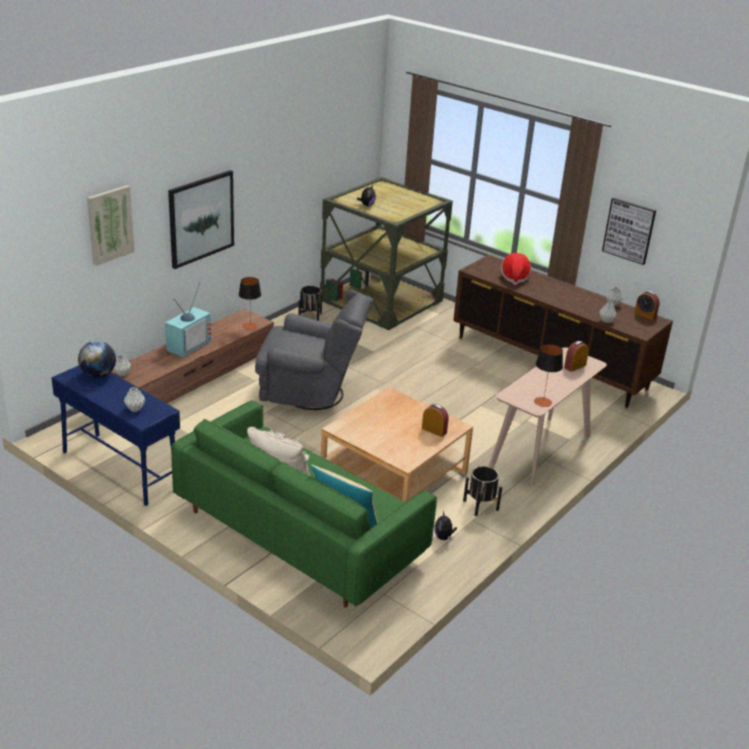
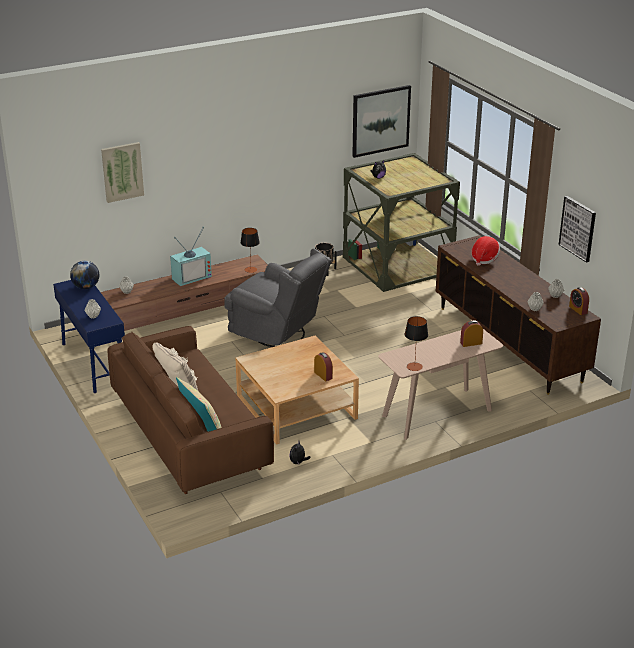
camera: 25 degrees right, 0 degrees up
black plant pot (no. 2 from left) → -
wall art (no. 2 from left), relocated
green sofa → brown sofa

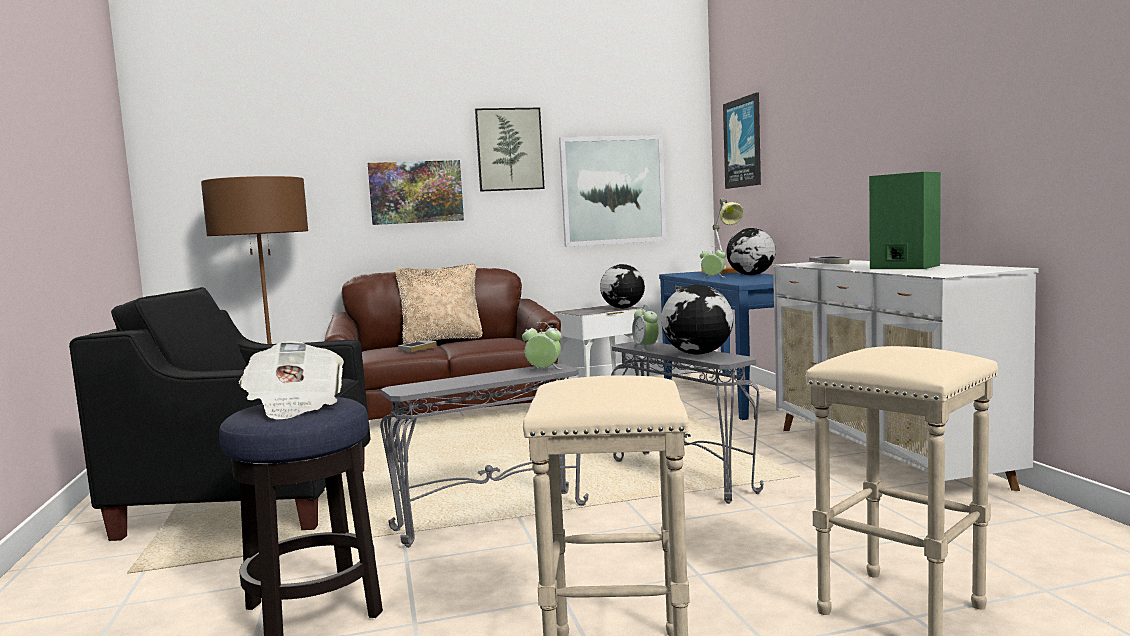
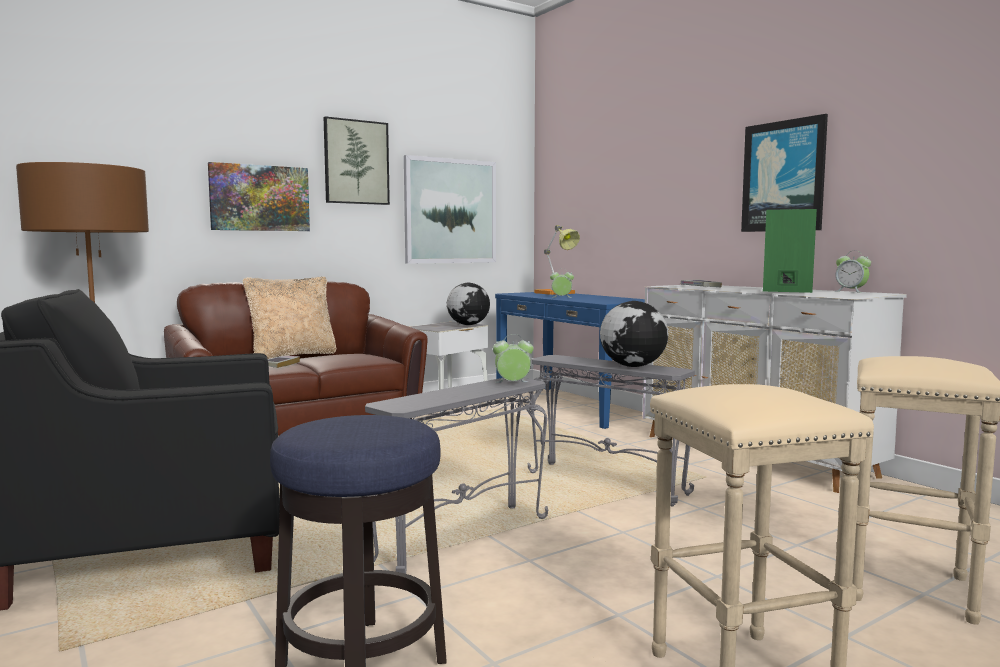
camera: 20 degrees left, 0 degrees up
daily paper → -
desk globe (no. 3 from left) → -
bedside clock (no. 2 from left in the first image) → bedside clock (no. 3 from left), relocated
wall art (no. 4 from left), relocated

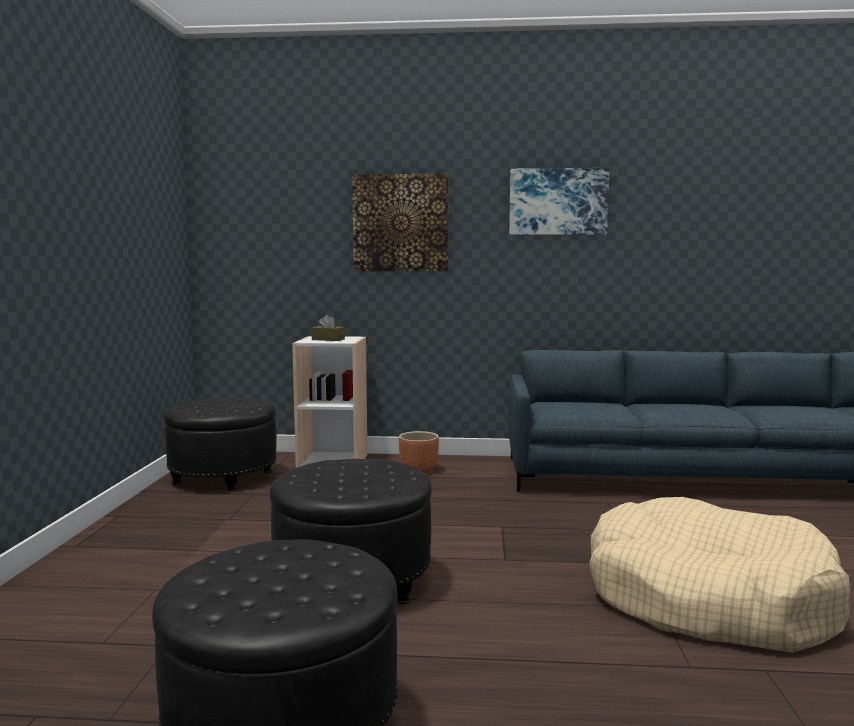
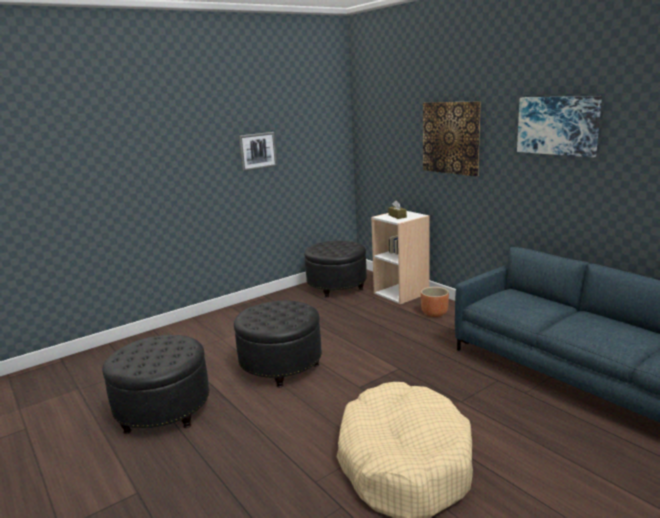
camera: 50 degrees right, 10 degrees up
- → wall art (no. 1 from left)

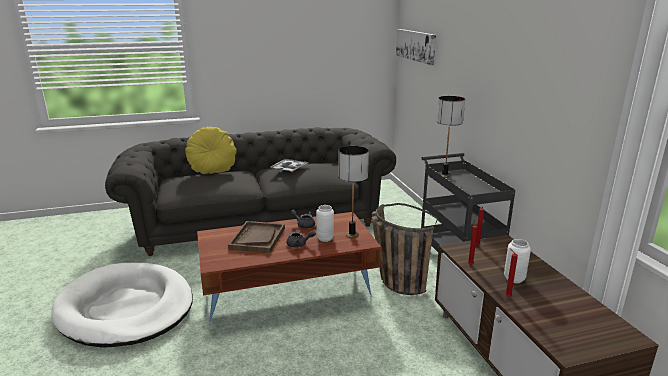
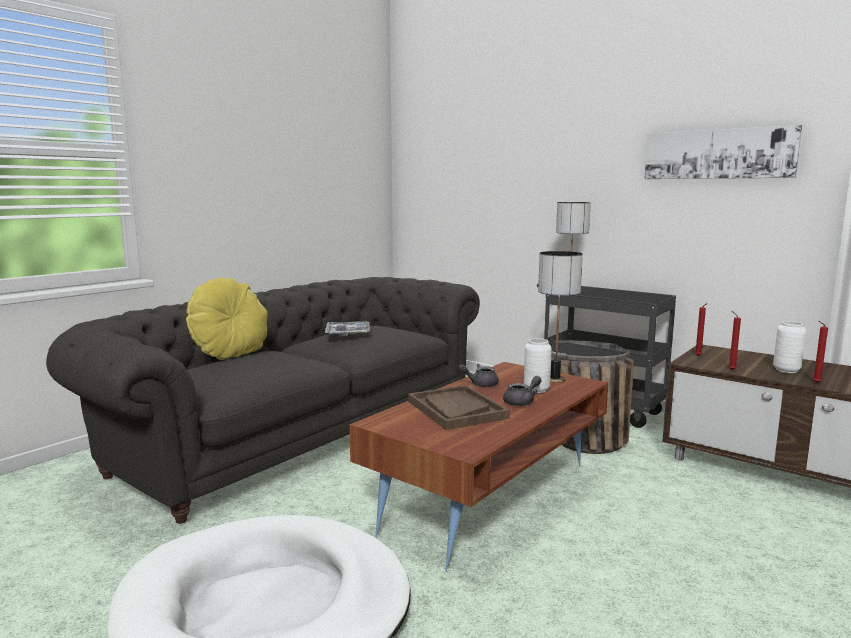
camera: 35 degrees left, 10 degrees down
wall art, relocated

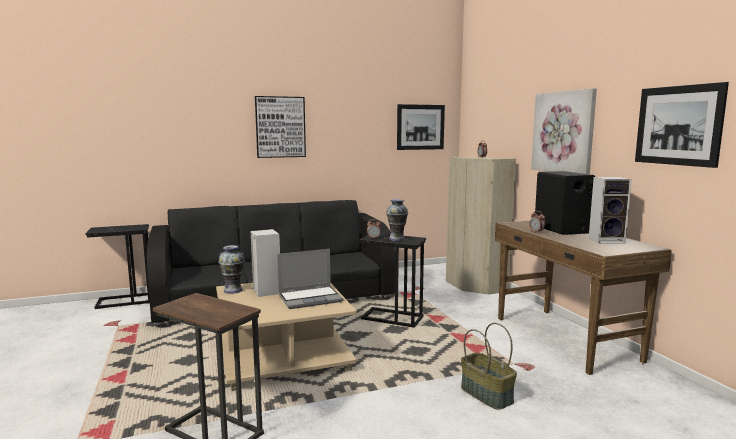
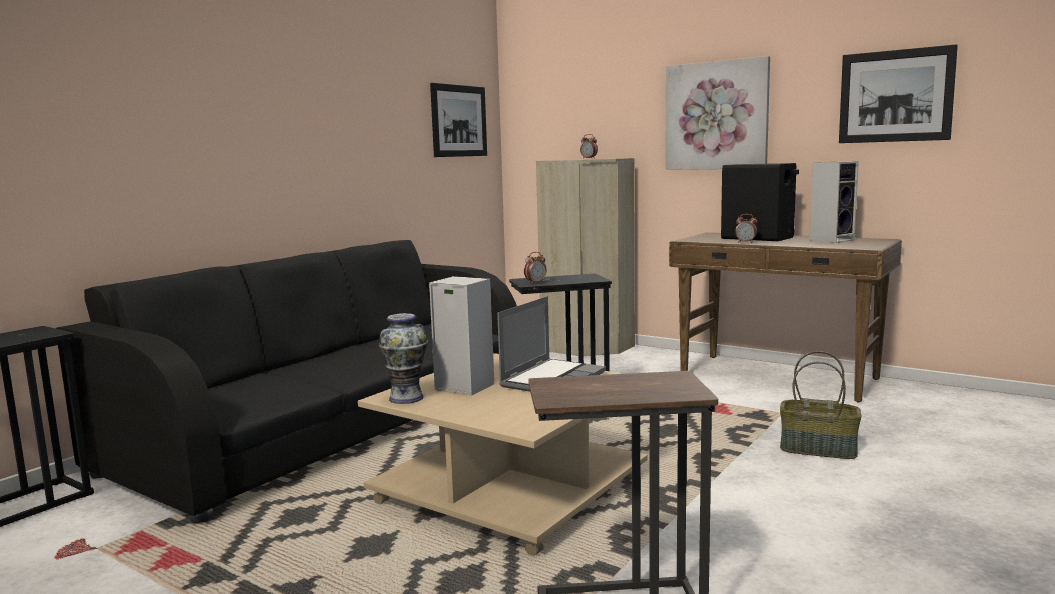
camera: 35 degrees left, 0 degrees up
wall art (no. 1 from left) → -
vase (no. 2 from left) → -

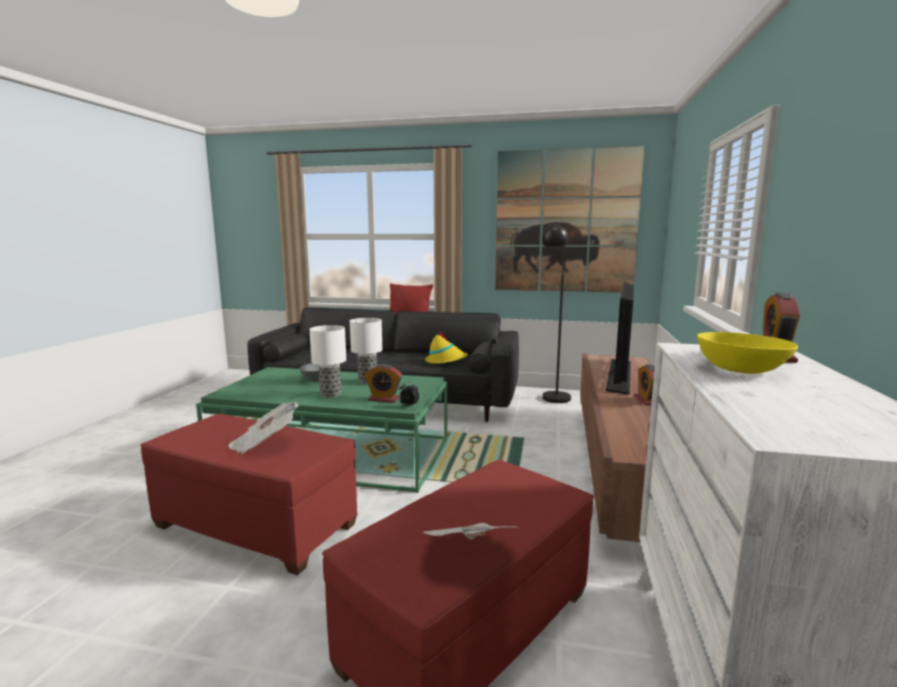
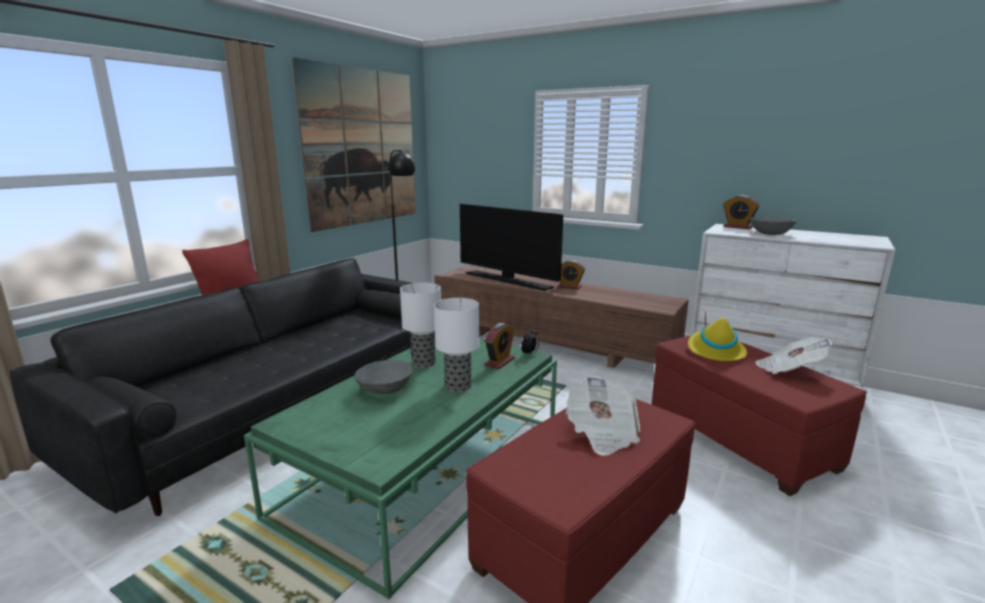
camera: 70 degrees left, 5 degrees up
yellow wearable hat, relocated
yellow bowl → greyish bowl (no. 2 from left)

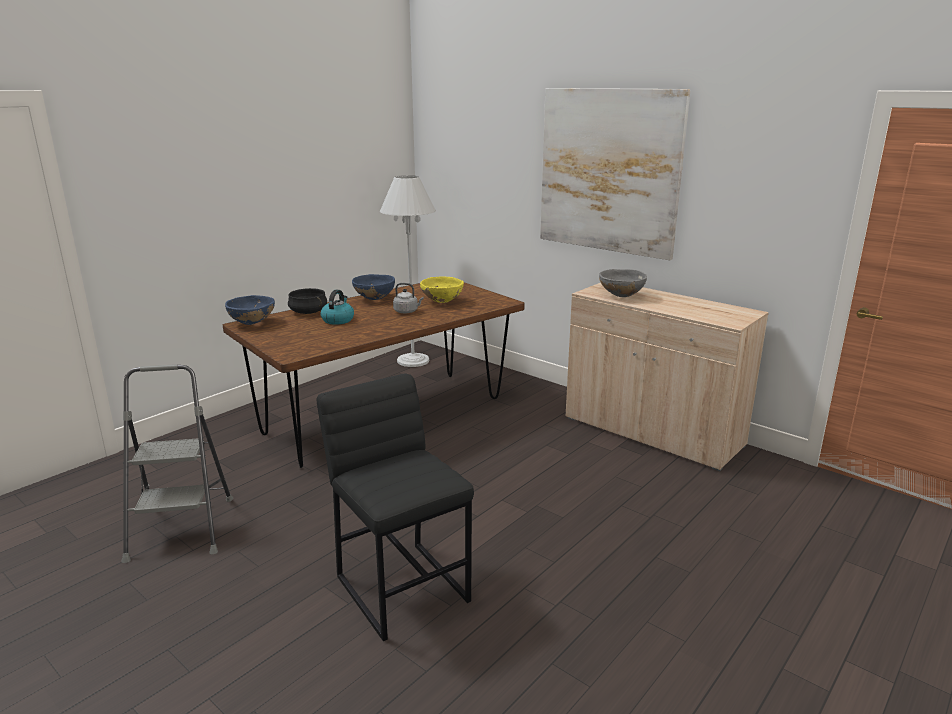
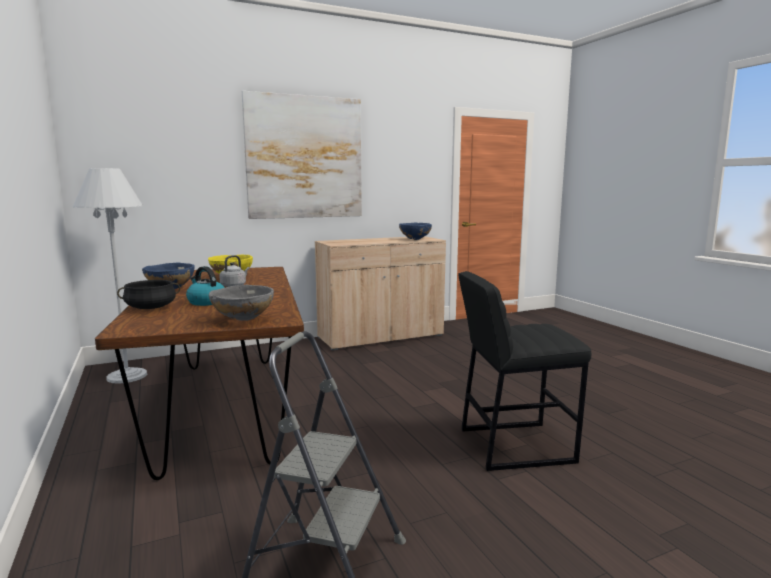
camera: 65 degrees left, 10 degrees down
blue bowl (no. 1 from left in the first image) → blue bowl (no. 2 from left), relocated
greyish bowl, relocated

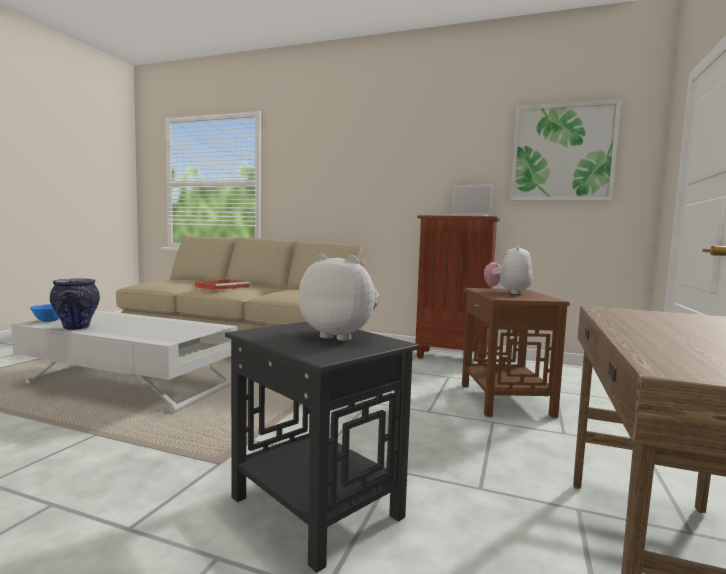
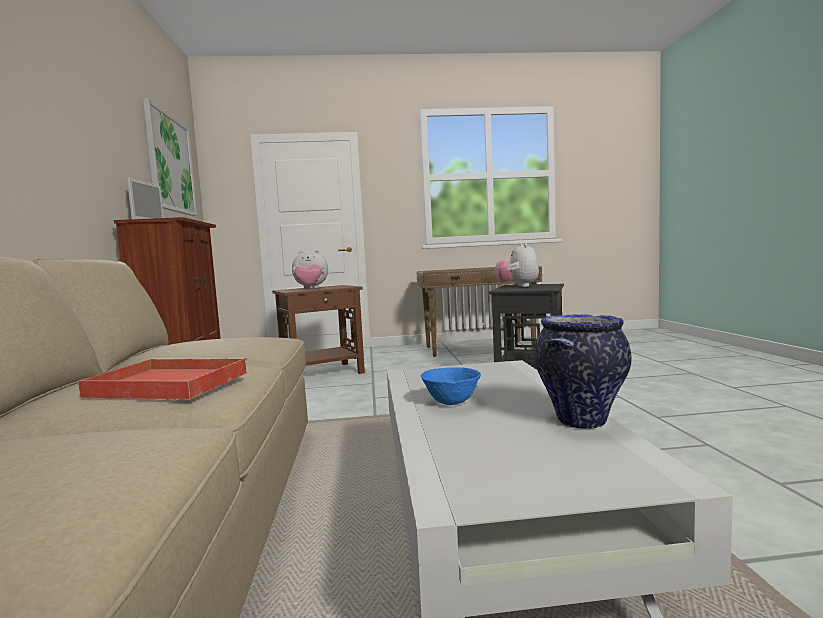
camera: 115 degrees left, 0 degrees up
blue bowl, relocated

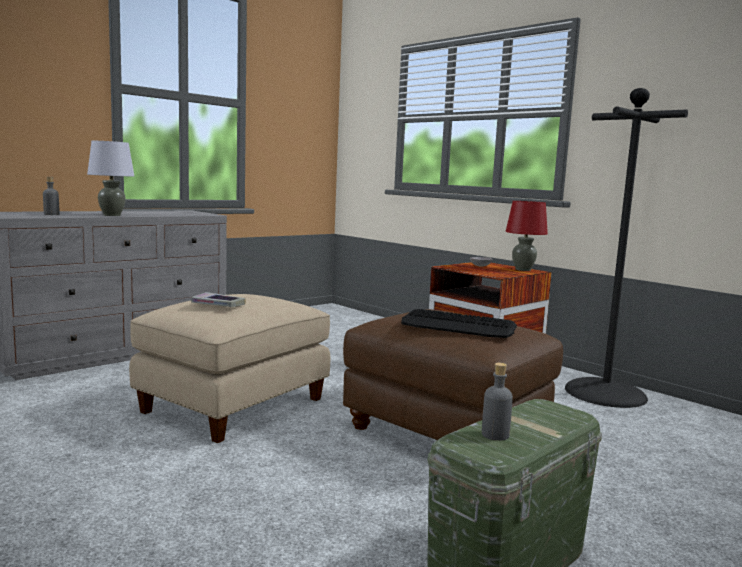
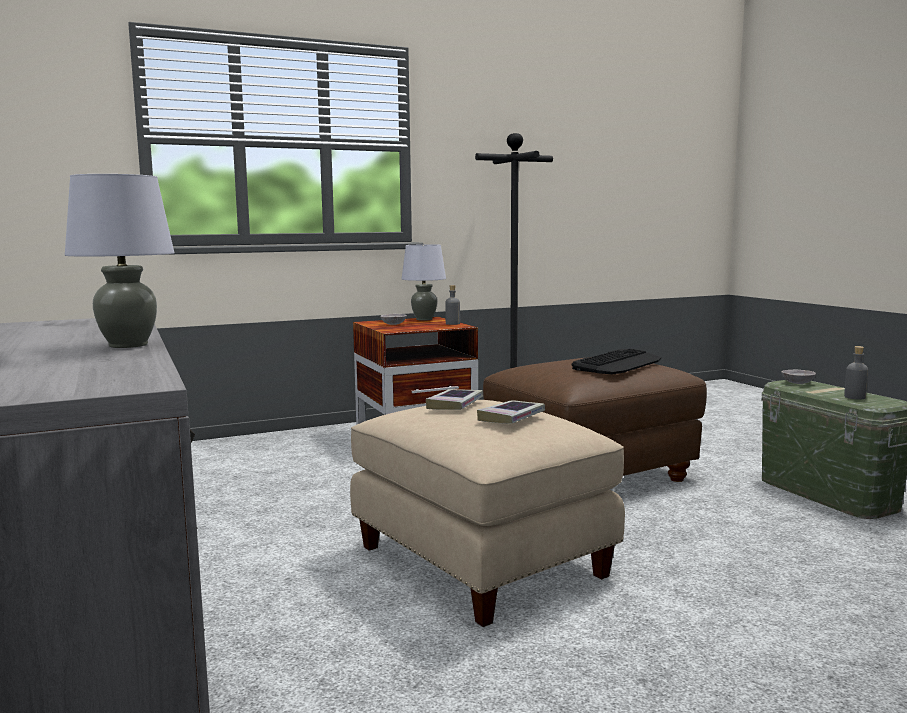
camera: 70 degrees left, 0 degrees up
- → bound book (no. 1 from left)
- → greyish bowl (no. 2 from left)
greyish drink bottle (no. 1 from left), relocated
red lamp for a table → greyish lamp for a table (no. 2 from left)

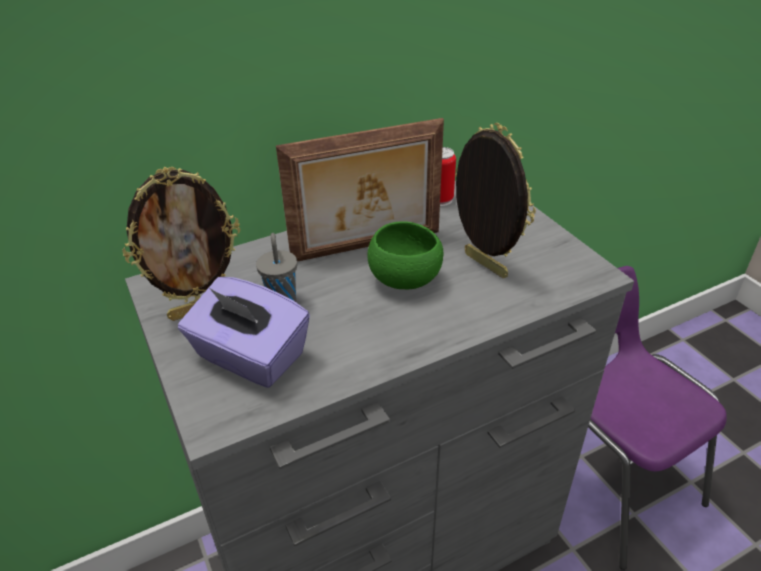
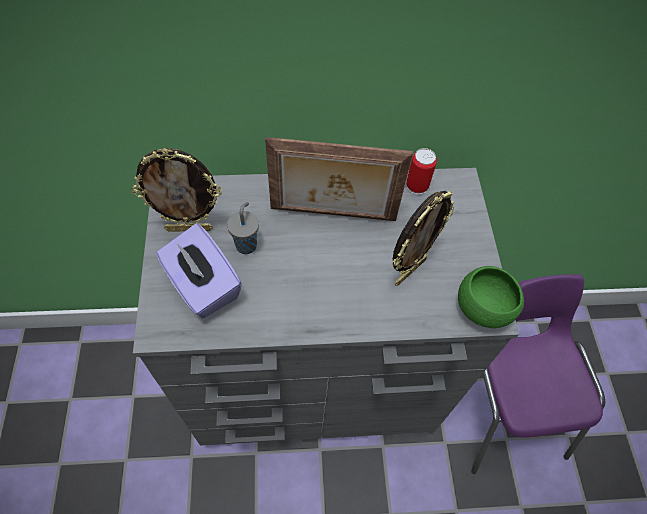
camera: 20 degrees right, 20 degrees up
green bowl, relocated
photo frame (no. 3 from left), 60 degrees clockwise

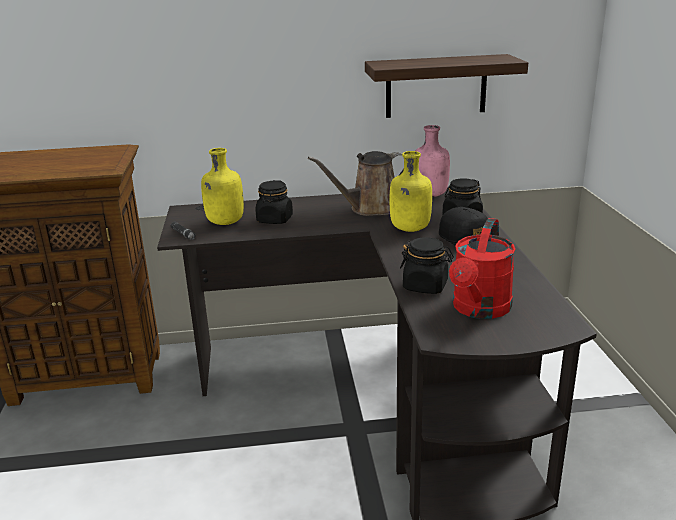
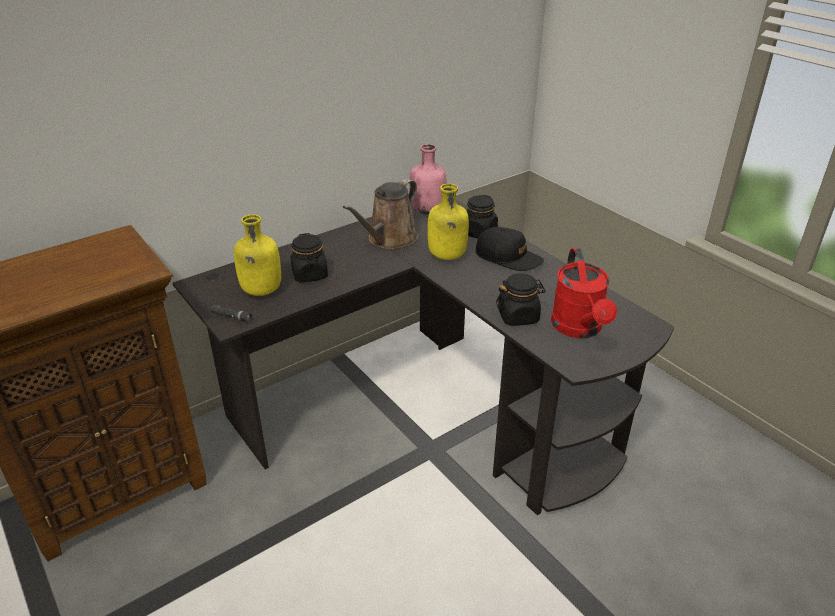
camera: 30 degrees left, 10 degrees up
wall shelf → -

